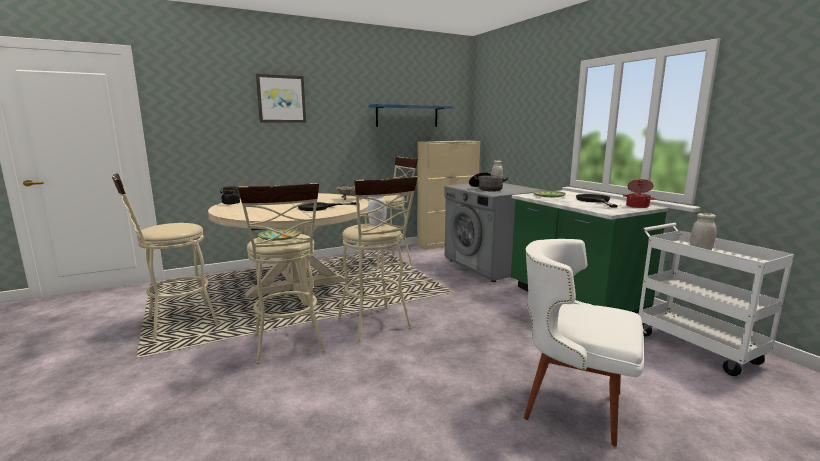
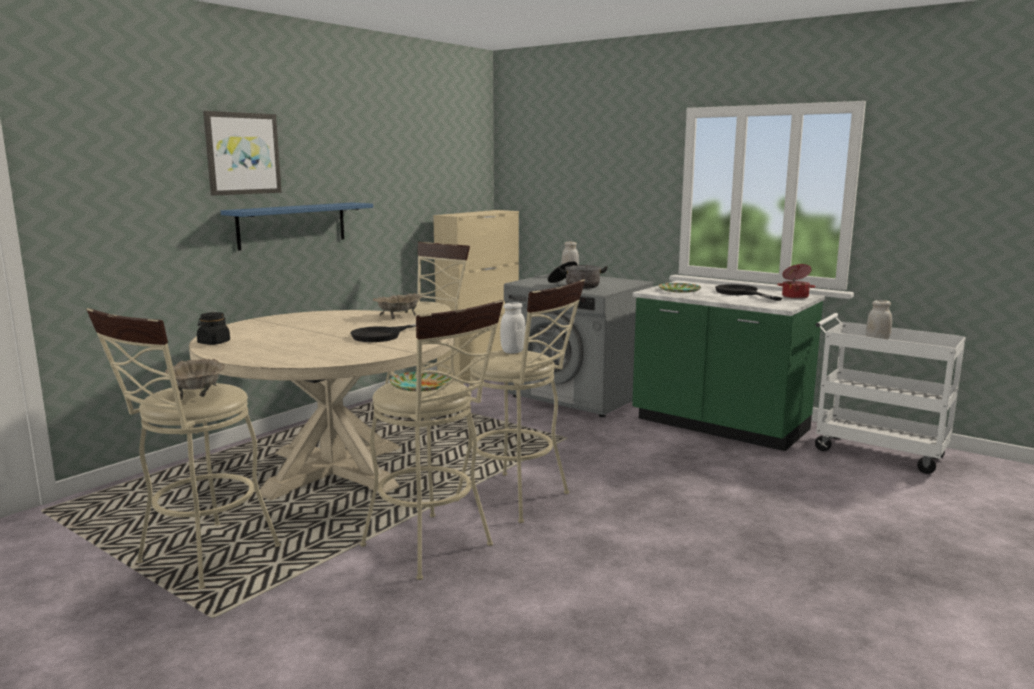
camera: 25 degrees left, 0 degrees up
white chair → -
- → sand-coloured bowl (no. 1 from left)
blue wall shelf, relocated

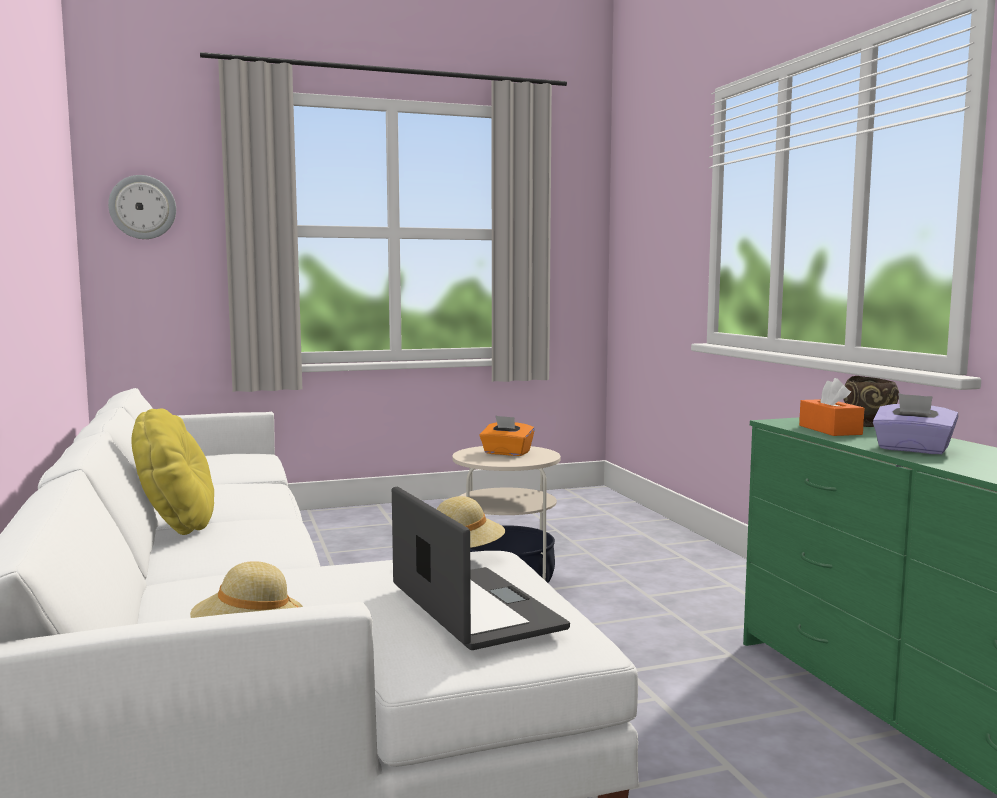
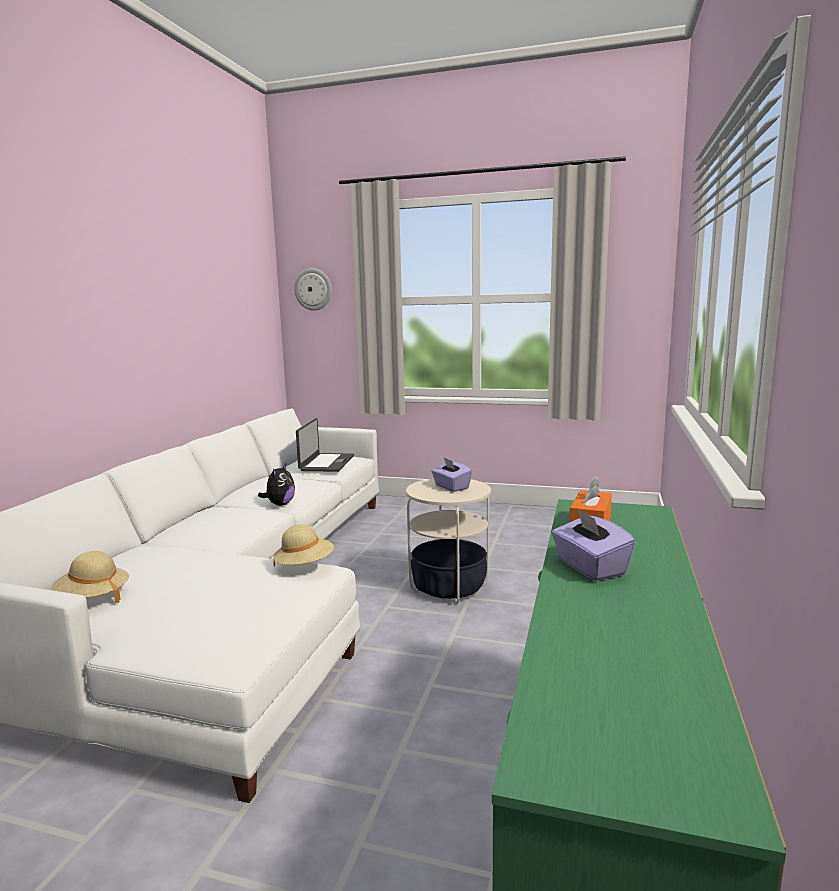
camera: 35 degrees right, 5 degrees up
yellow pillow → -
brown bowl → -
- → soft toy
laptop, relocated
orange box of tissues (no. 1 from left) → purple box of tissues (no. 1 from left)

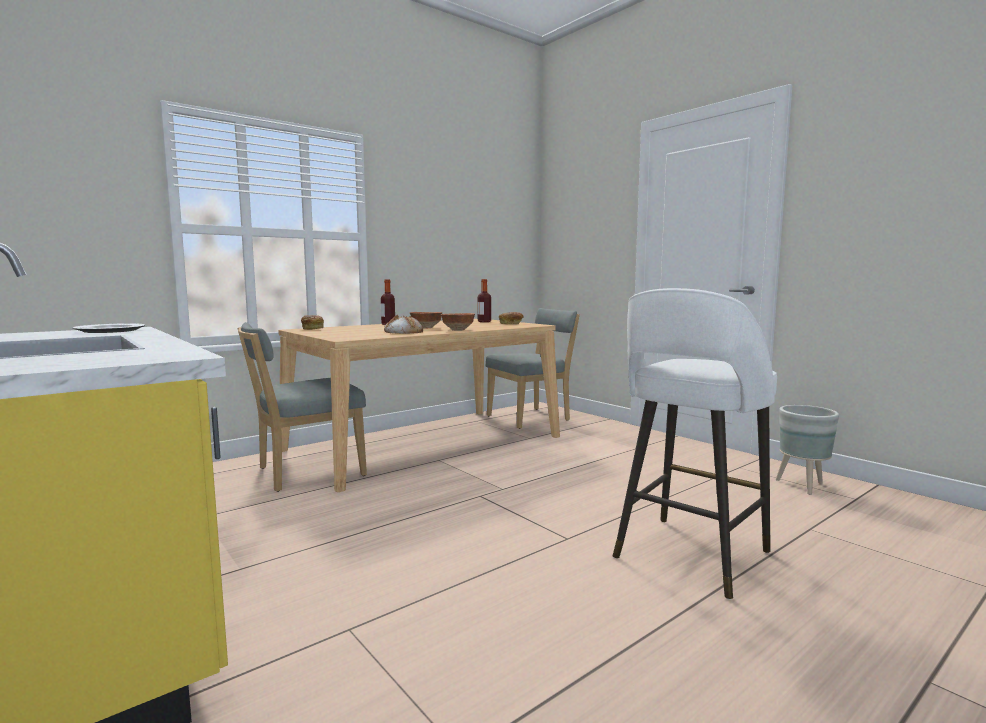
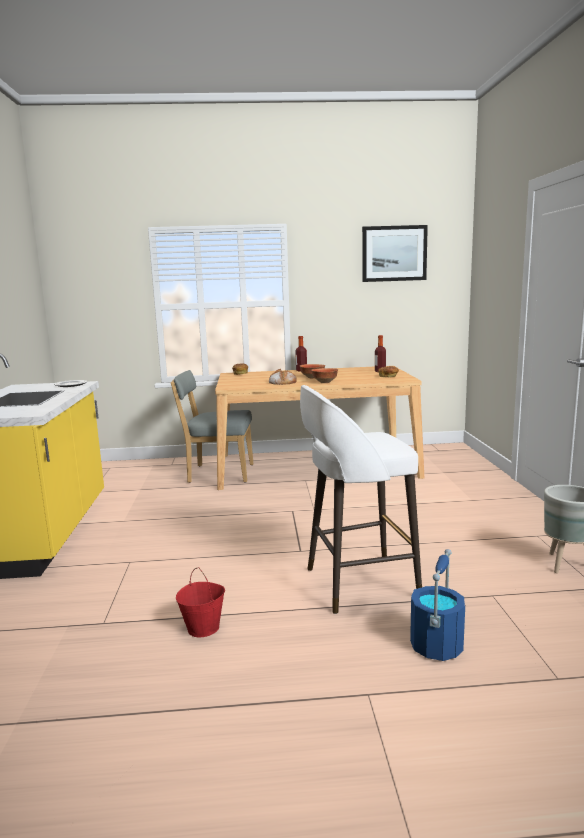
camera: 35 degrees right, 5 degrees up
greyish chair (no. 2 from left) → -
- → red bucket
- → wall art
- → blue bucket

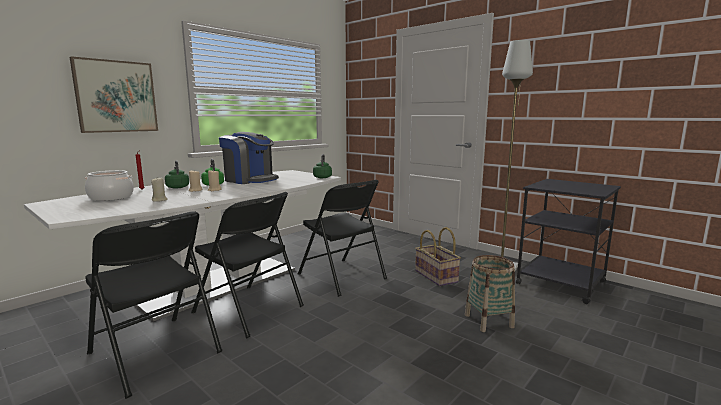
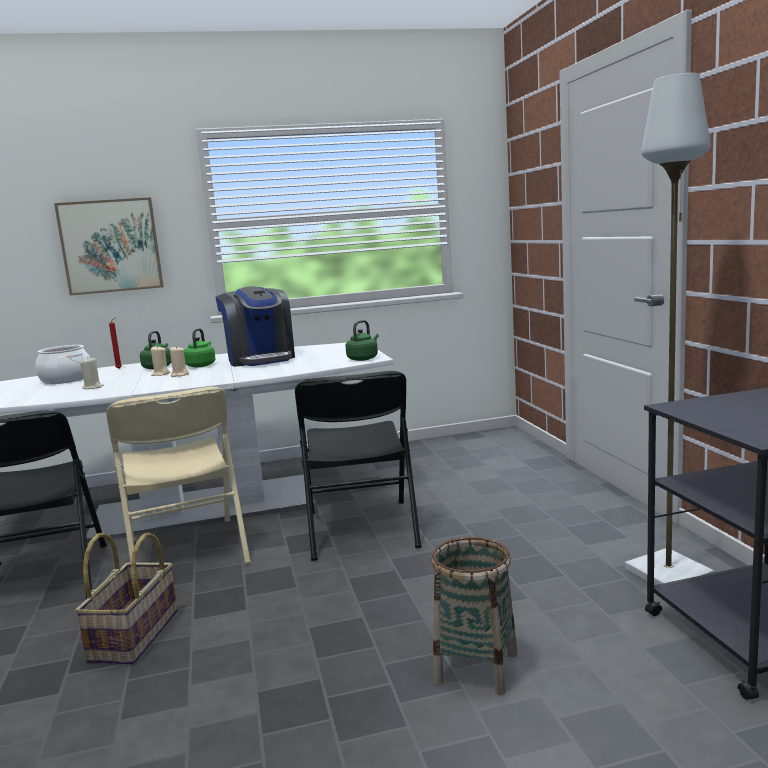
camera: 35 degrees right, 0 degrees up
basket (no. 1 from left), relocated
black chair (no. 2 from left) → sand-coloured chair

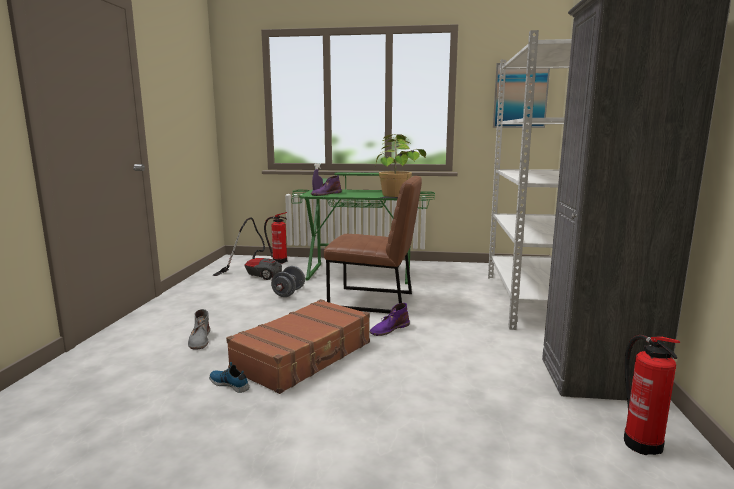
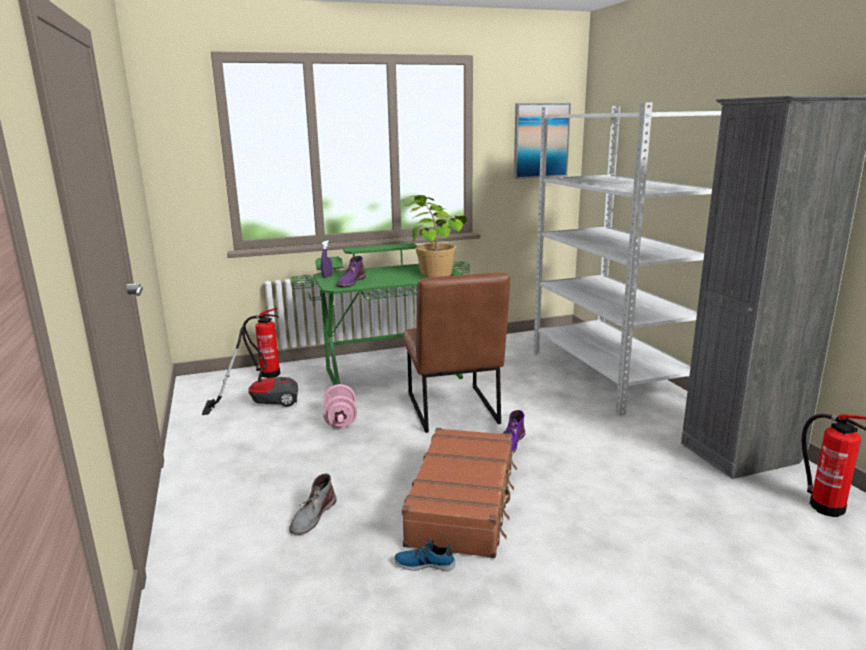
camera: 25 degrees left, 5 degrees up
greyish free weight → pink free weight
greyish high-top boot, 60 degrees clockwise
brown chair, 90 degrees clockwise

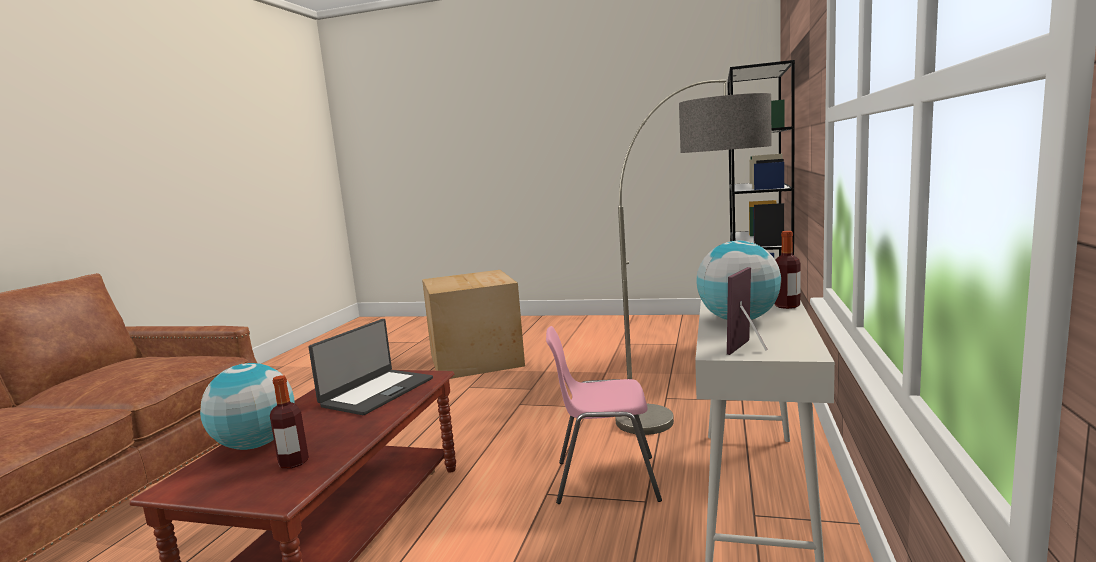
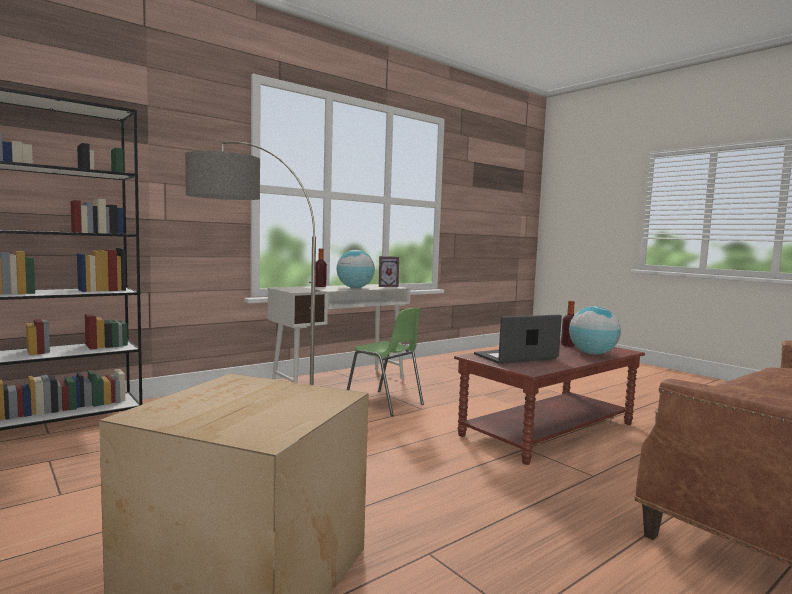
camera: 145 degrees left, 5 degrees down
pink chair → green chair

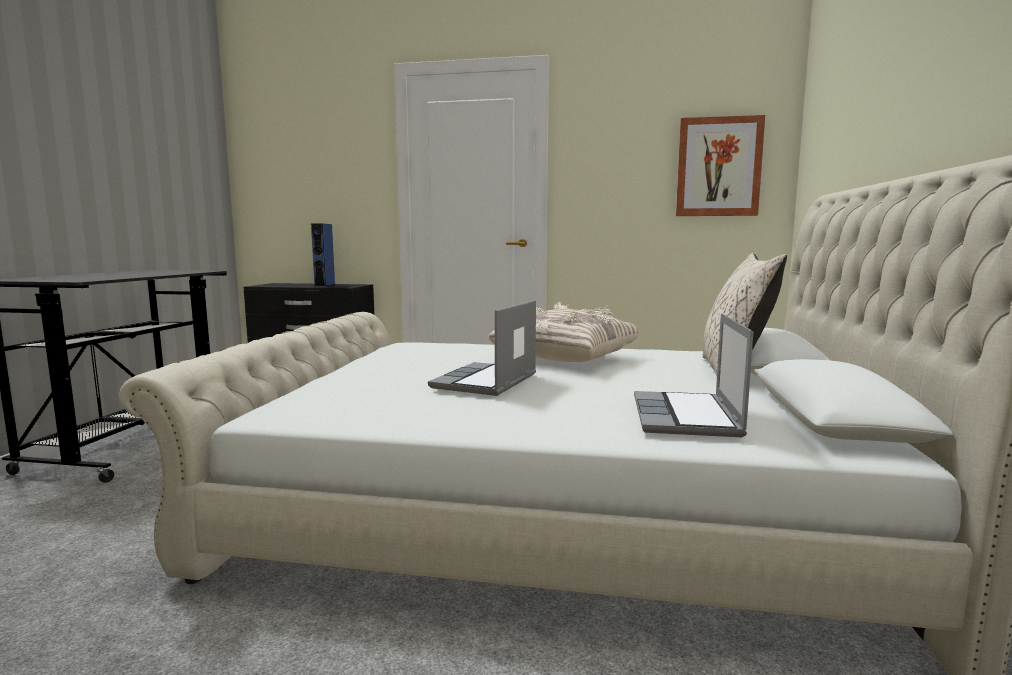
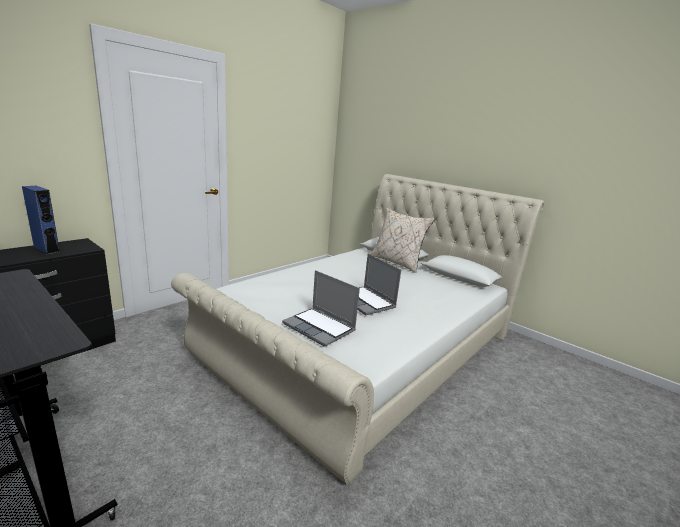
camera: 60 degrees left, 10 degrees up
sand-coloured pillow (no. 1 from left) → -
wall art → -
laptop (no. 2 from left in the first image) → laptop (no. 1 from left), relocated

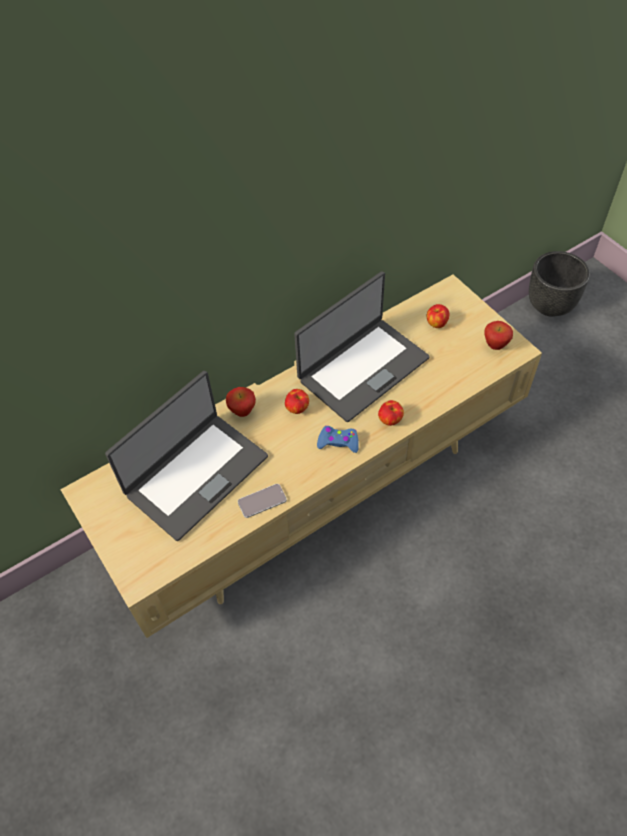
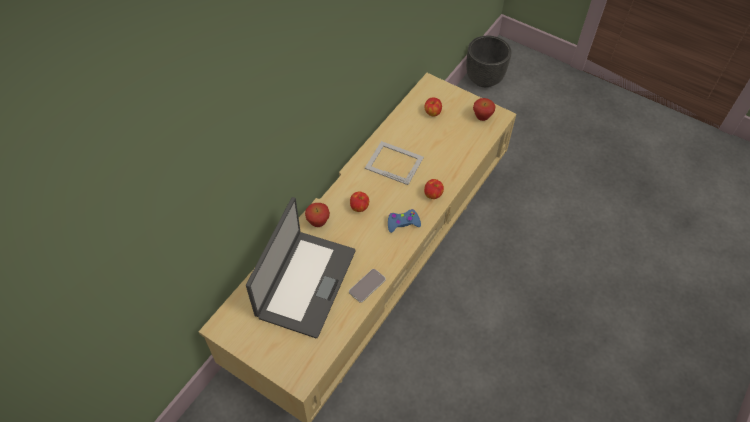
camera: 25 degrees left, 0 degrees up
laptop (no. 2 from left) → photo frame

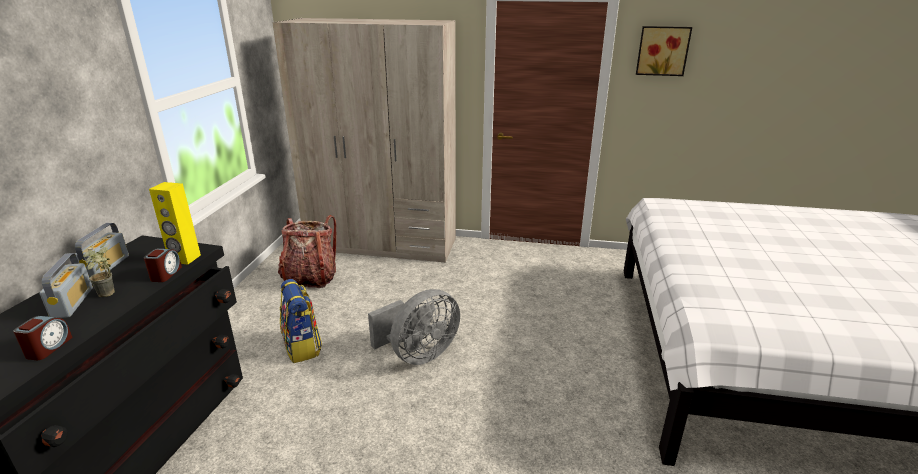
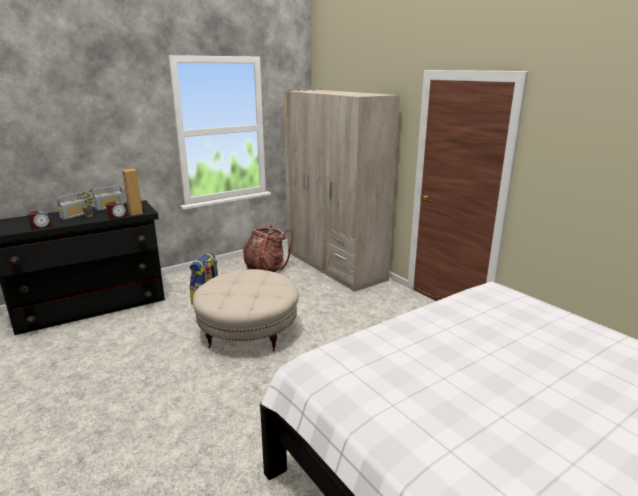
camera: 45 degrees right, 5 degrees down
wall art → -
greyish electric fan → sand-coloured footrest
yellow loudspeaker → brown loudspeaker

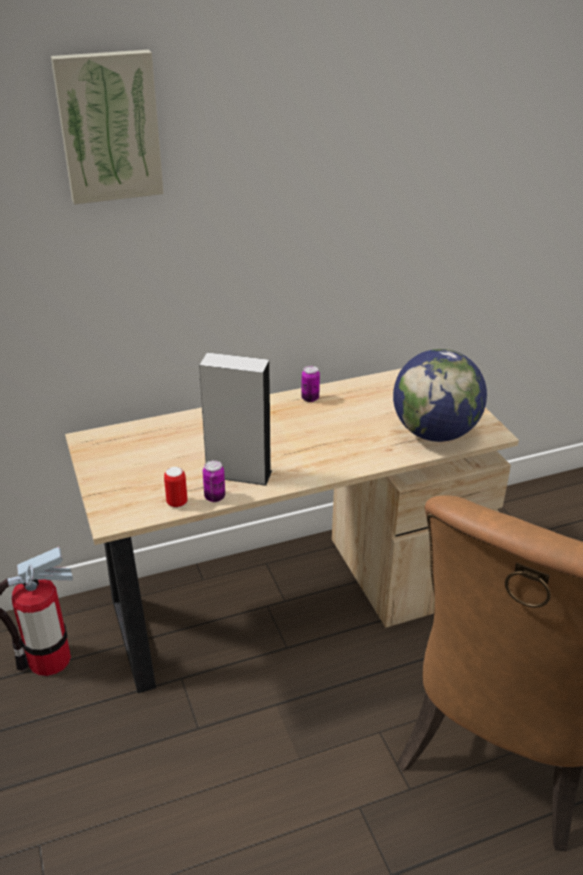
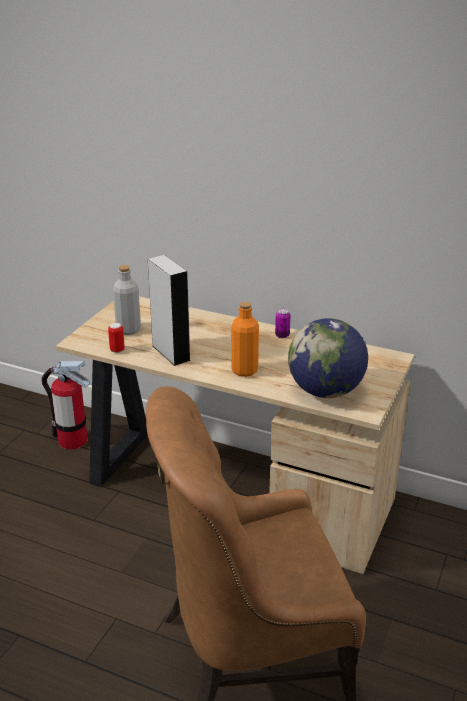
camera: 45 degrees right, 5 degrees down
wall art → -
sealed can (no. 2 from left) → -
- → greyish drink bottle
- → orange drink bottle

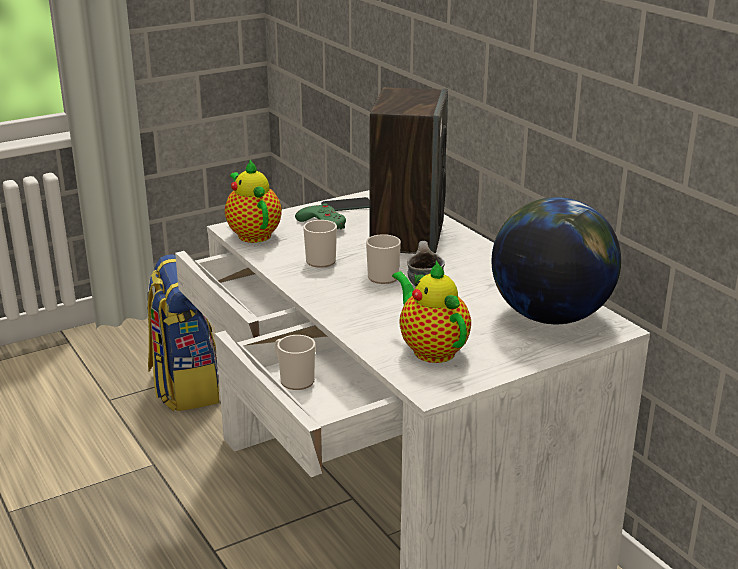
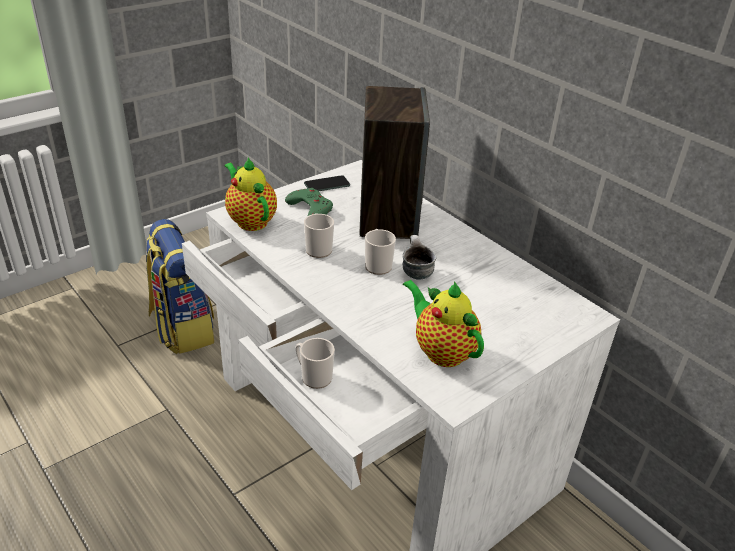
camera: 10 degrees left, 10 degrees up
desk globe → -

